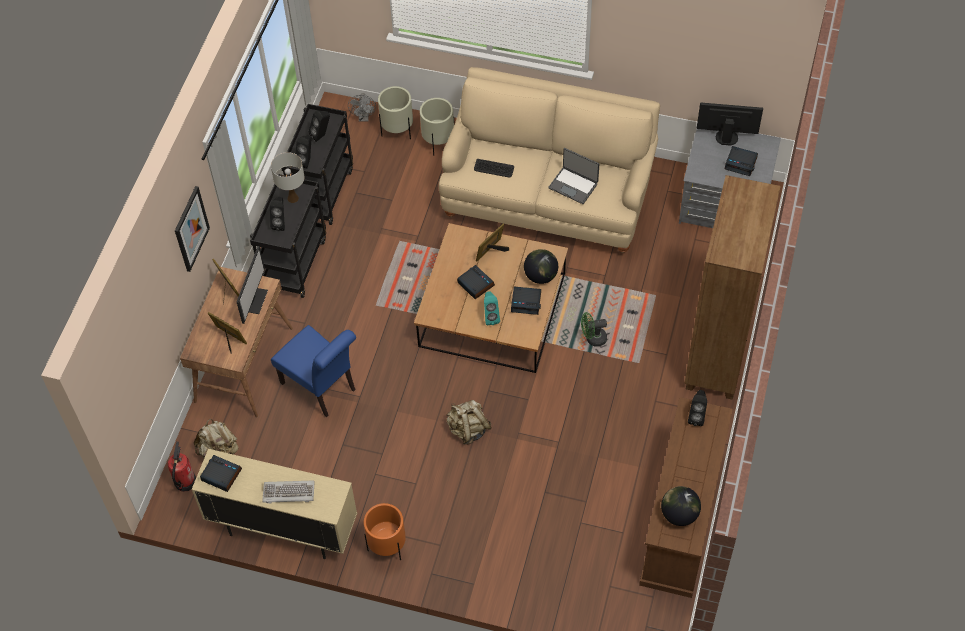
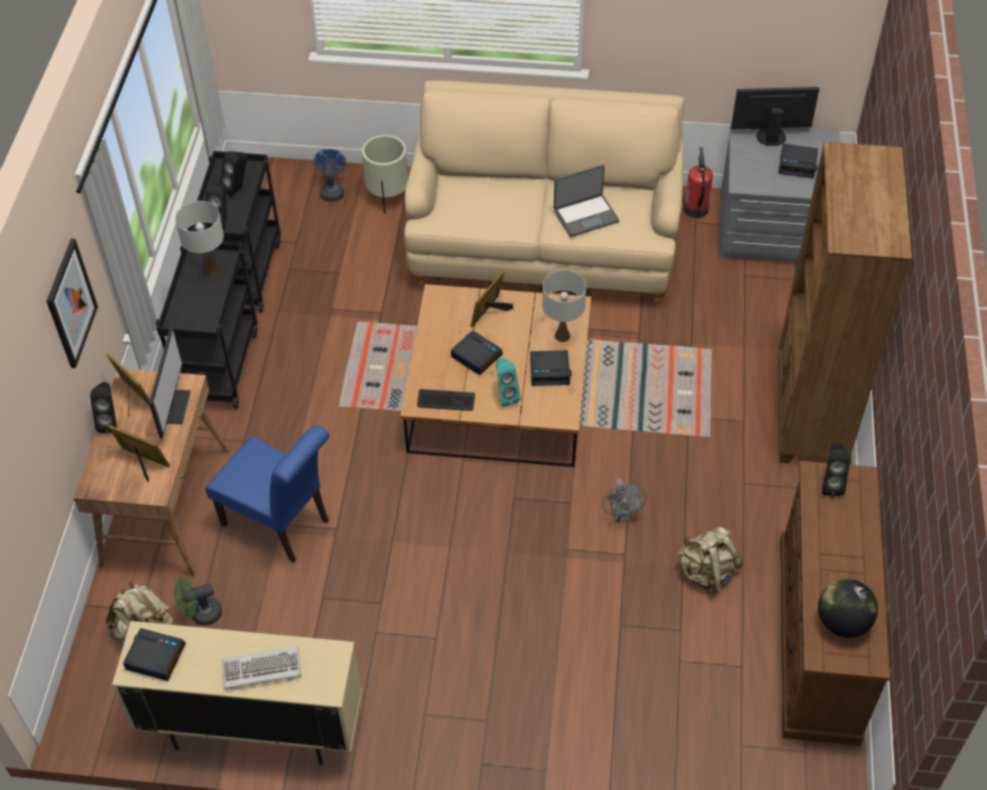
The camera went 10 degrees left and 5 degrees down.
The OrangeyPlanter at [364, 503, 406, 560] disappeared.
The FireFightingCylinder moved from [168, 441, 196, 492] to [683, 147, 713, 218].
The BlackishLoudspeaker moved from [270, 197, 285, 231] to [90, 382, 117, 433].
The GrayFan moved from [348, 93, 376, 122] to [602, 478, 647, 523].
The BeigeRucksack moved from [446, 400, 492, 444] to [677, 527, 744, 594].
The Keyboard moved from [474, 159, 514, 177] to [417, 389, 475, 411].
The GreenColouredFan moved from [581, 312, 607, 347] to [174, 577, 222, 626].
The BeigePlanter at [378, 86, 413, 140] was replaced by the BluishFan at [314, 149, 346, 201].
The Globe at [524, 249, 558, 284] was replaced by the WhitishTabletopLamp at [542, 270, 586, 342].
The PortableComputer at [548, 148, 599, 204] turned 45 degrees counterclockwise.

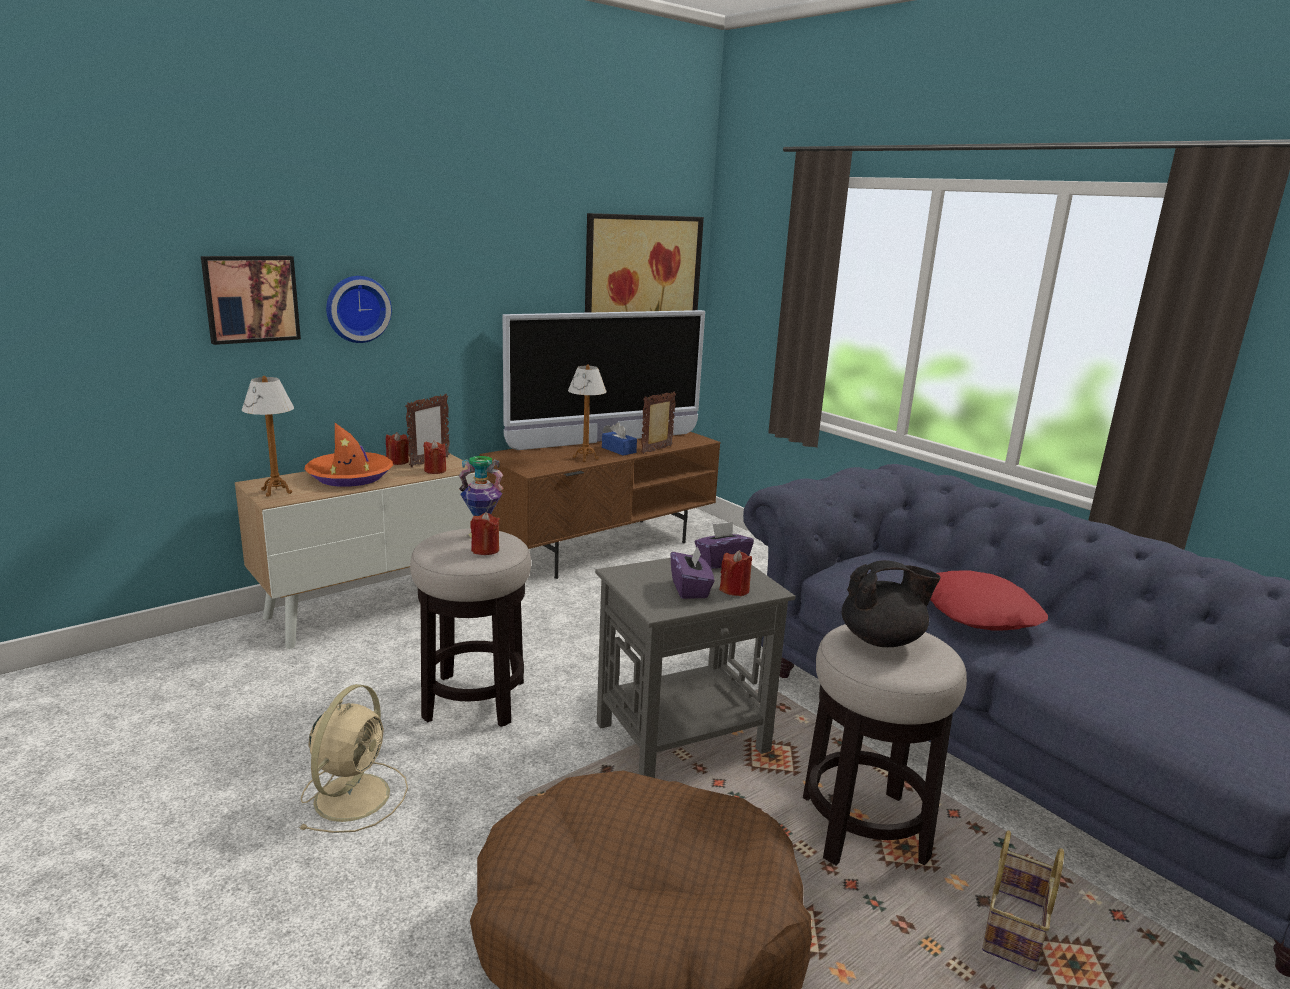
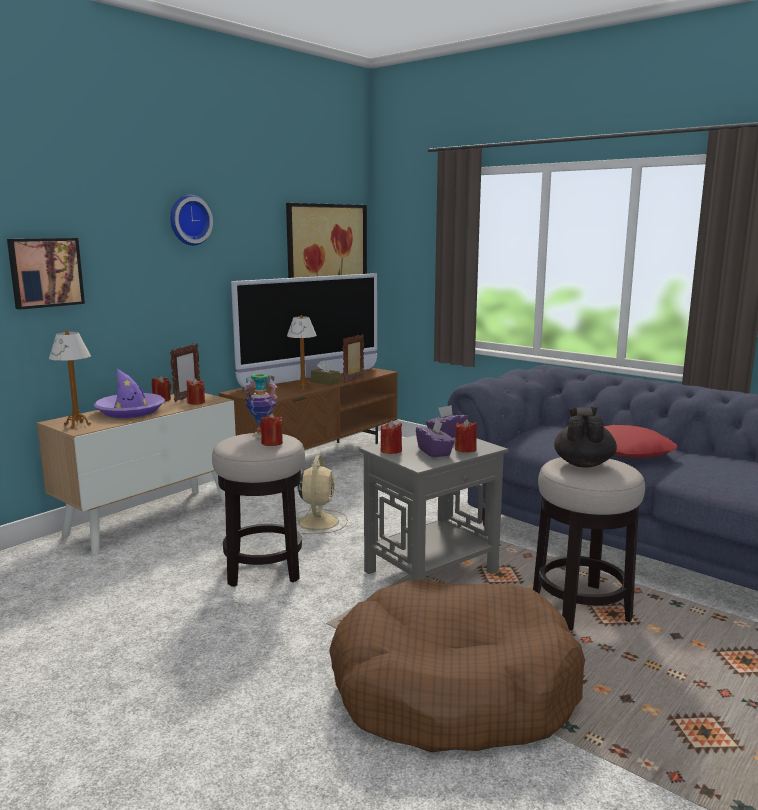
The camera went 10 degrees left and 5 degrees down.
The HouseholdBasket at [982, 831, 1064, 972] disappeared.
The RedCandle at [381, 420, 402, 454] appeared.
The BeigeFan moved from [299, 684, 408, 833] to [296, 455, 348, 535].
The ClockOnTheWall moved from [326, 276, 392, 343] to [170, 195, 213, 246].
The OrangeyClothingHat at [305, 423, 393, 487] became the PurpleClothingHat at [94, 368, 165, 418].
The BluishTissueHolder at [602, 422, 637, 456] became the BrownColouredTissueHolder at [311, 360, 340, 385].
The BlackishPotForTea at [842, 560, 940, 647] turned 60 degrees counterclockwise.

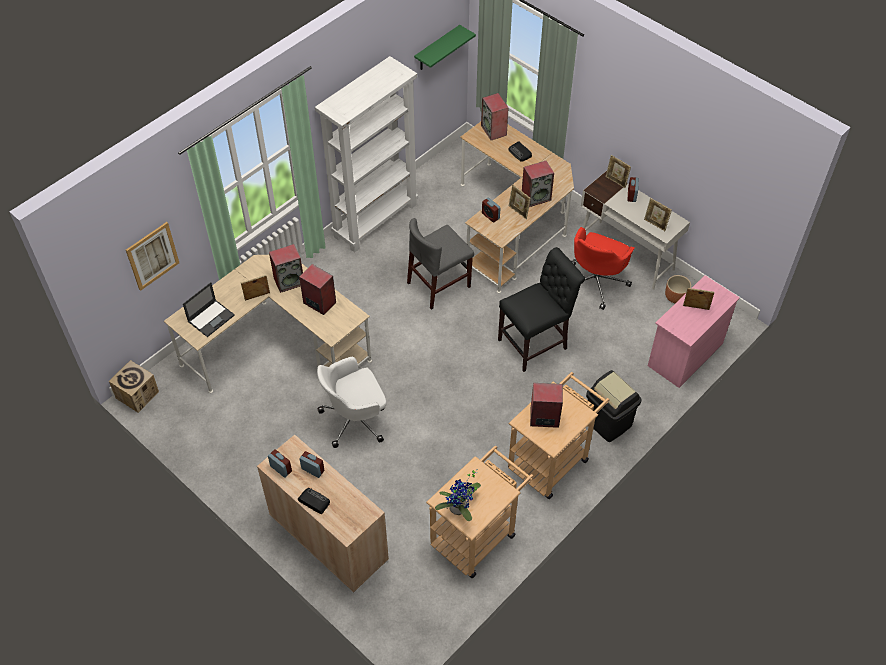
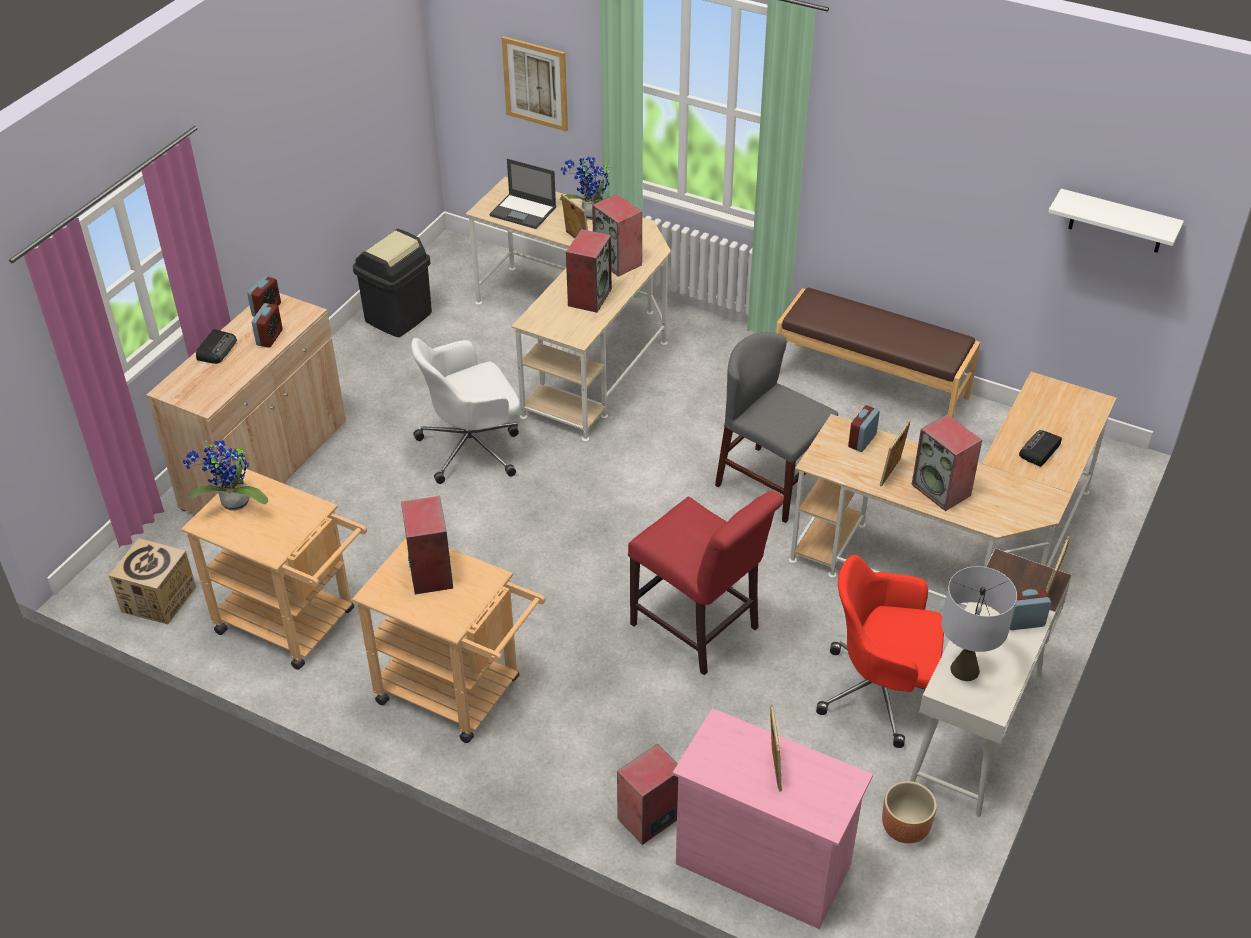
The camera went 75 degrees right and 10 degrees down.
The Houseplant at [560, 156, 611, 220] appeared.
The PackingBox moved from [109, 360, 159, 413] to [109, 538, 196, 624].
The Loudspeaker moved from [481, 93, 509, 140] to [617, 743, 678, 845].
The BlackishTrashCan moved from [586, 370, 641, 442] to [353, 229, 432, 337].
The WhitishBookshelf at [315, 56, 418, 252] was replaced by the BrownColouredIndoorBench at [776, 287, 980, 418].
The StandingFrame at [644, 198, 672, 231] was replaced by the GrayTabletopLamp at [941, 566, 1017, 681].
The GreenColouredWallShelf at [414, 25, 476, 70] became the WhitishWallShelf at [1048, 188, 1184, 253].
The BlackishPlainChair at [498, 247, 585, 372] became the RedPlainChair at [628, 491, 784, 675].
The WhitishOfficeChair at [317, 357, 387, 448] turned 75 degrees counterclockwise.

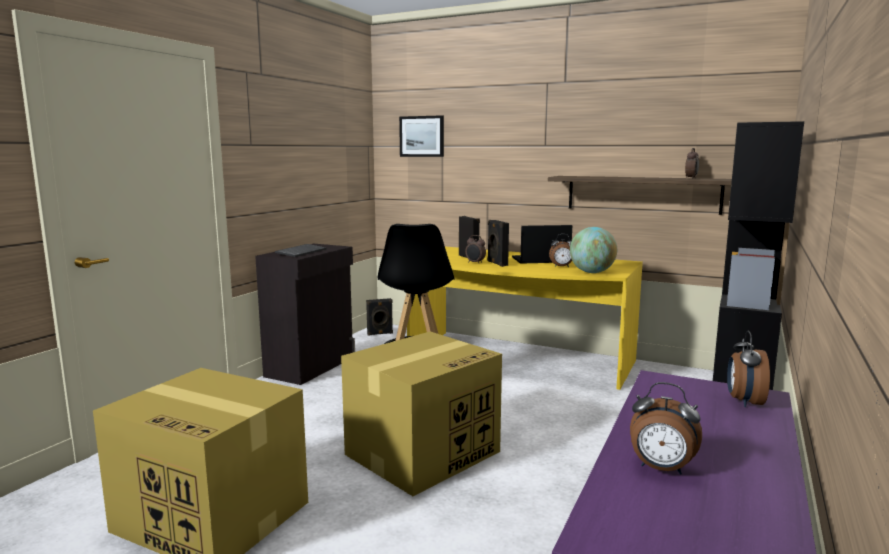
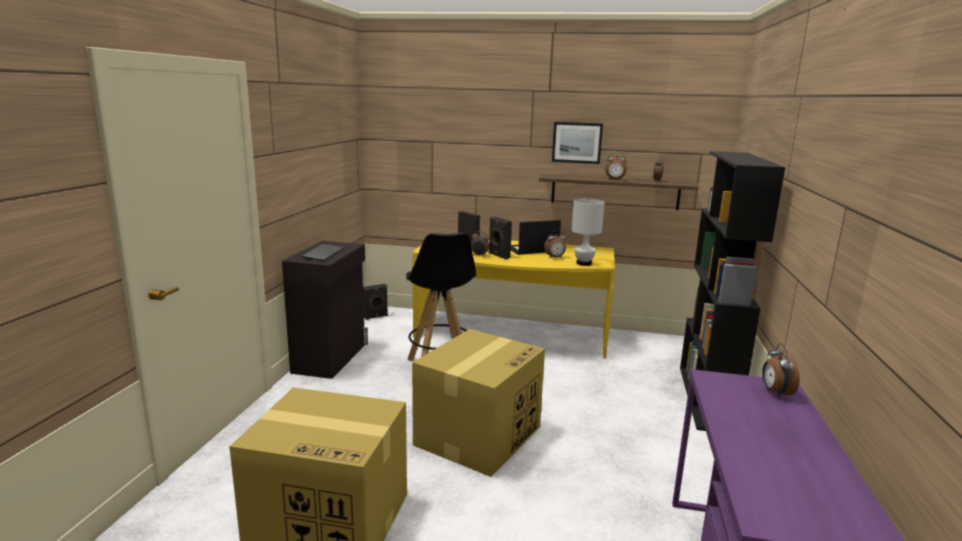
The camera went 15 degrees left and 5 degrees up.
The Picture moved from [399, 115, 444, 157] to [552, 122, 603, 164].
The TableClock moved from [630, 382, 702, 475] to [605, 151, 627, 180].
The Globe at [570, 227, 617, 273] was replaced by the WhitishTabletopLamp at [572, 199, 605, 266].

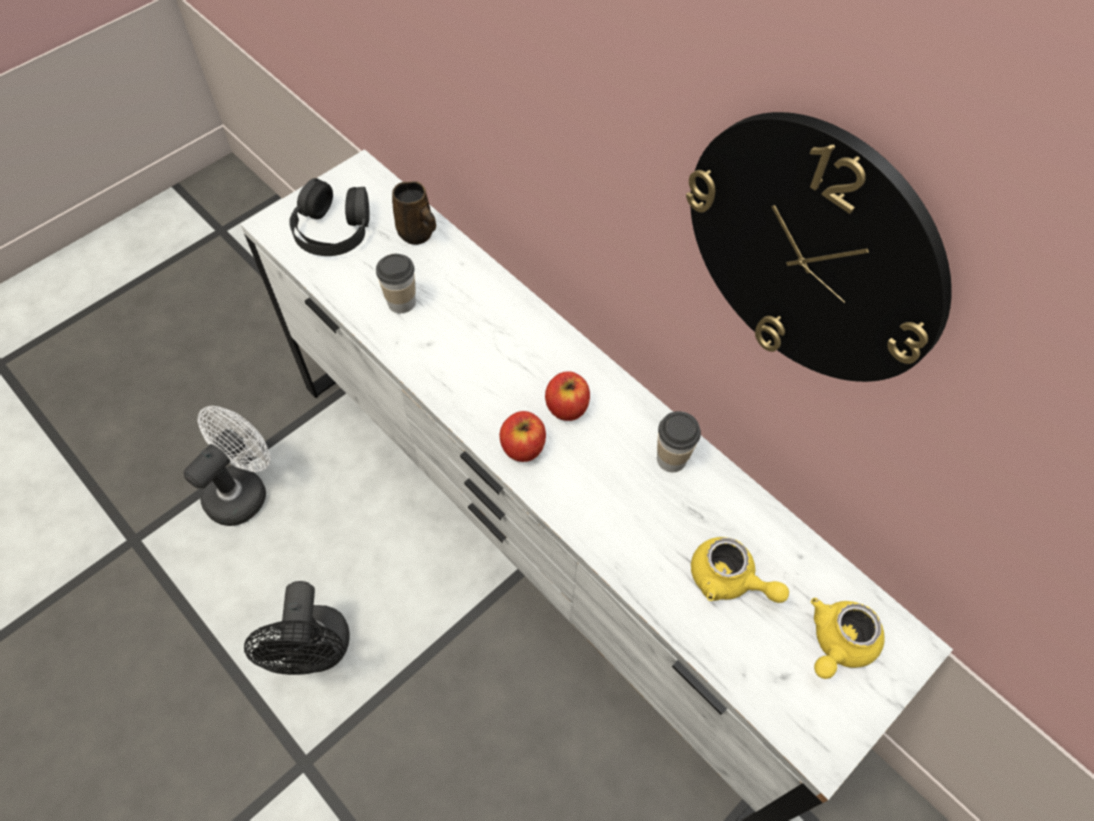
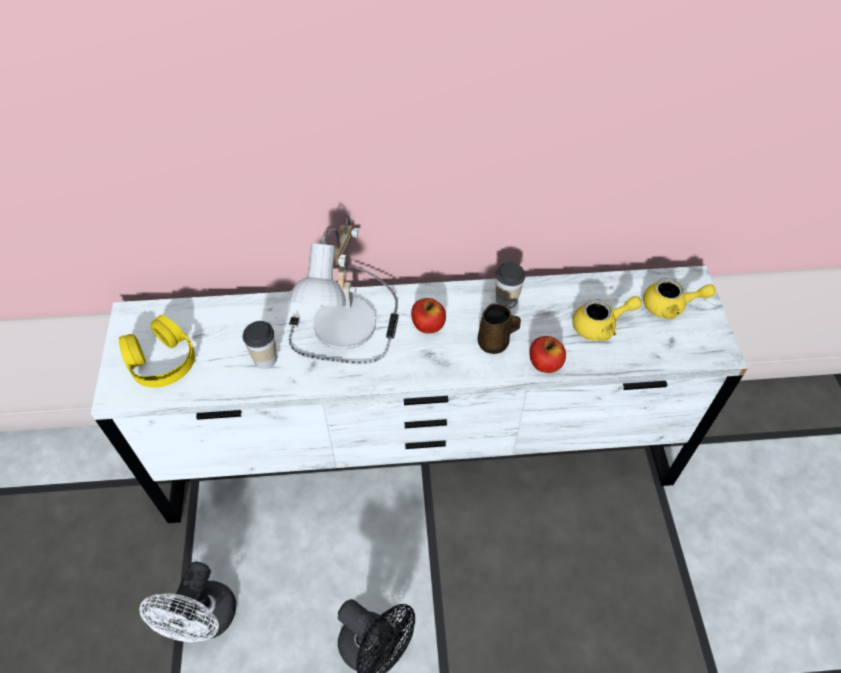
The camera went 50 degrees left and 5 degrees down.
The ClockOnTheWall at [686, 112, 952, 382] disappeared.
The TabletopLamp at [289, 215, 399, 364] appeared.
The BrownColouredTeaMug moved from [392, 181, 436, 245] to [478, 303, 521, 354].
The WholeApple moved from [499, 411, 546, 462] to [530, 336, 566, 373].
The BlackishPairOfHeadphones at [289, 178, 370, 256] became the YellowPairOfHeadphones at [119, 315, 195, 388].
The WhitishFan at [183, 406, 270, 526] turned 150 degrees counterclockwise.
The YellowPotForTea at [811, 598, 885, 679] turned 75 degrees counterclockwise.

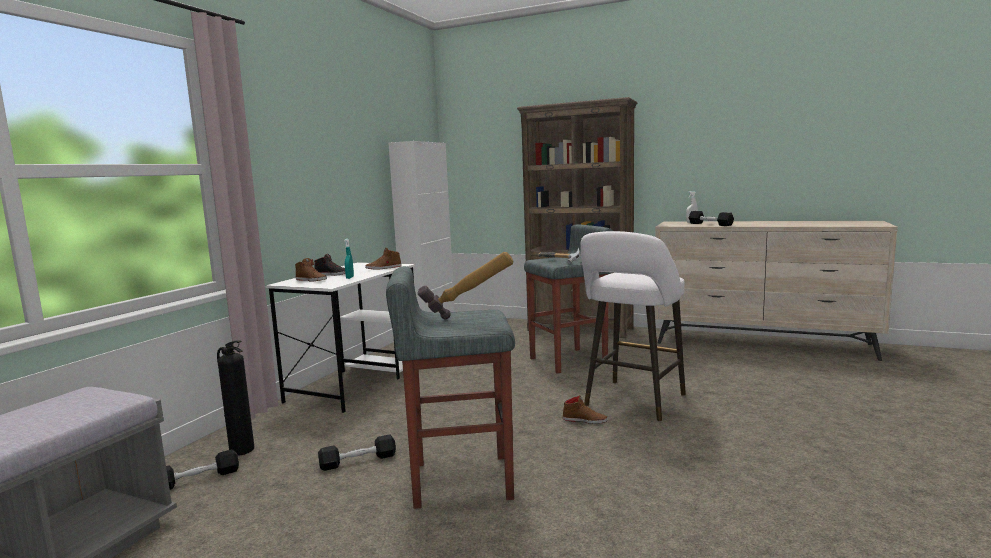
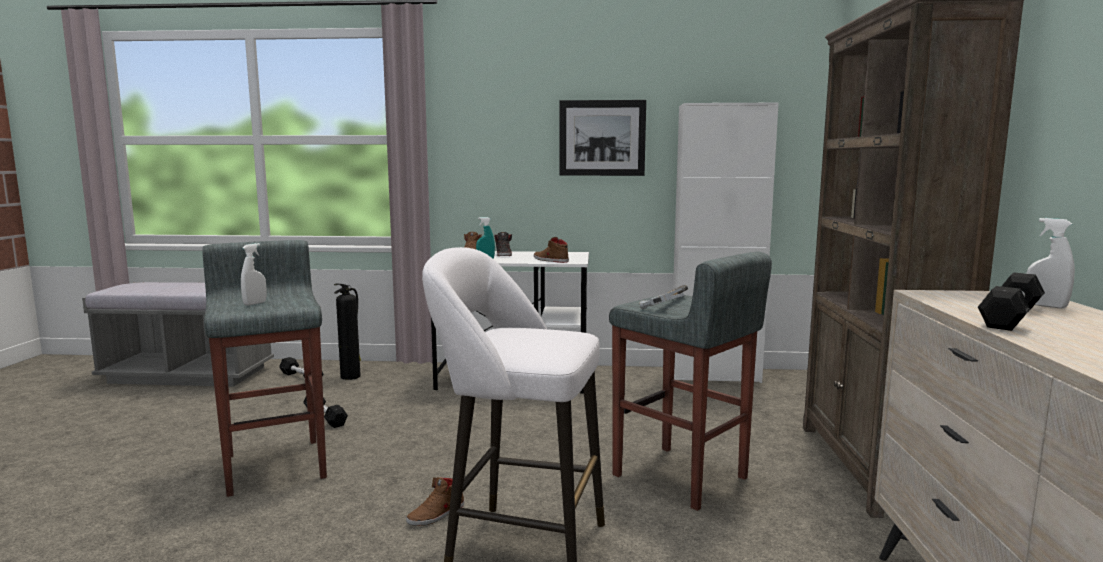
The camera went 70 degrees right and 0 degrees up.
The Picture at [559, 100, 646, 176] appeared.
The ToolHammer at [418, 252, 513, 319] was replaced by the WhitishSprayBottle at [241, 243, 266, 306].
The BrownColouredLowShoe at [562, 395, 608, 424] turned 45 degrees clockwise.

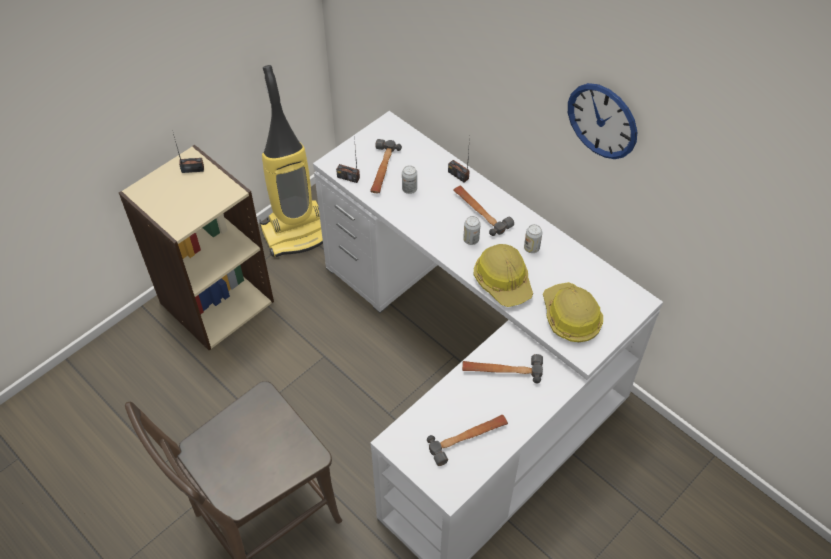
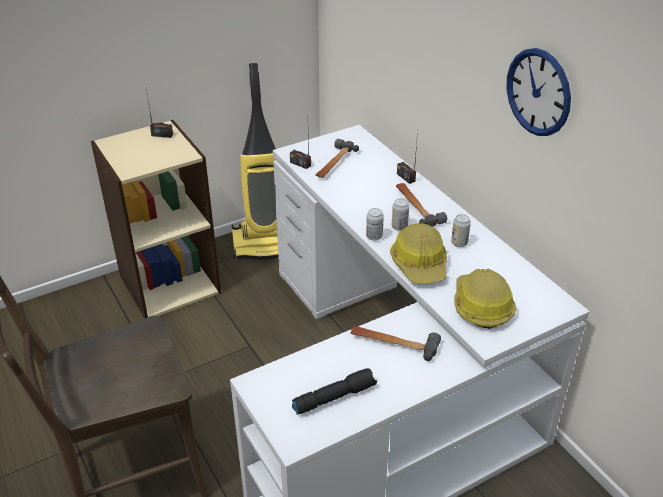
The camera went 15 degrees right and 15 degrees down.
The SealedCan moved from [402, 165, 417, 194] to [366, 208, 384, 241].
The ToolHammer at [427, 415, 508, 466] was replaced by the BlackishFlashlight at [292, 368, 377, 415].

